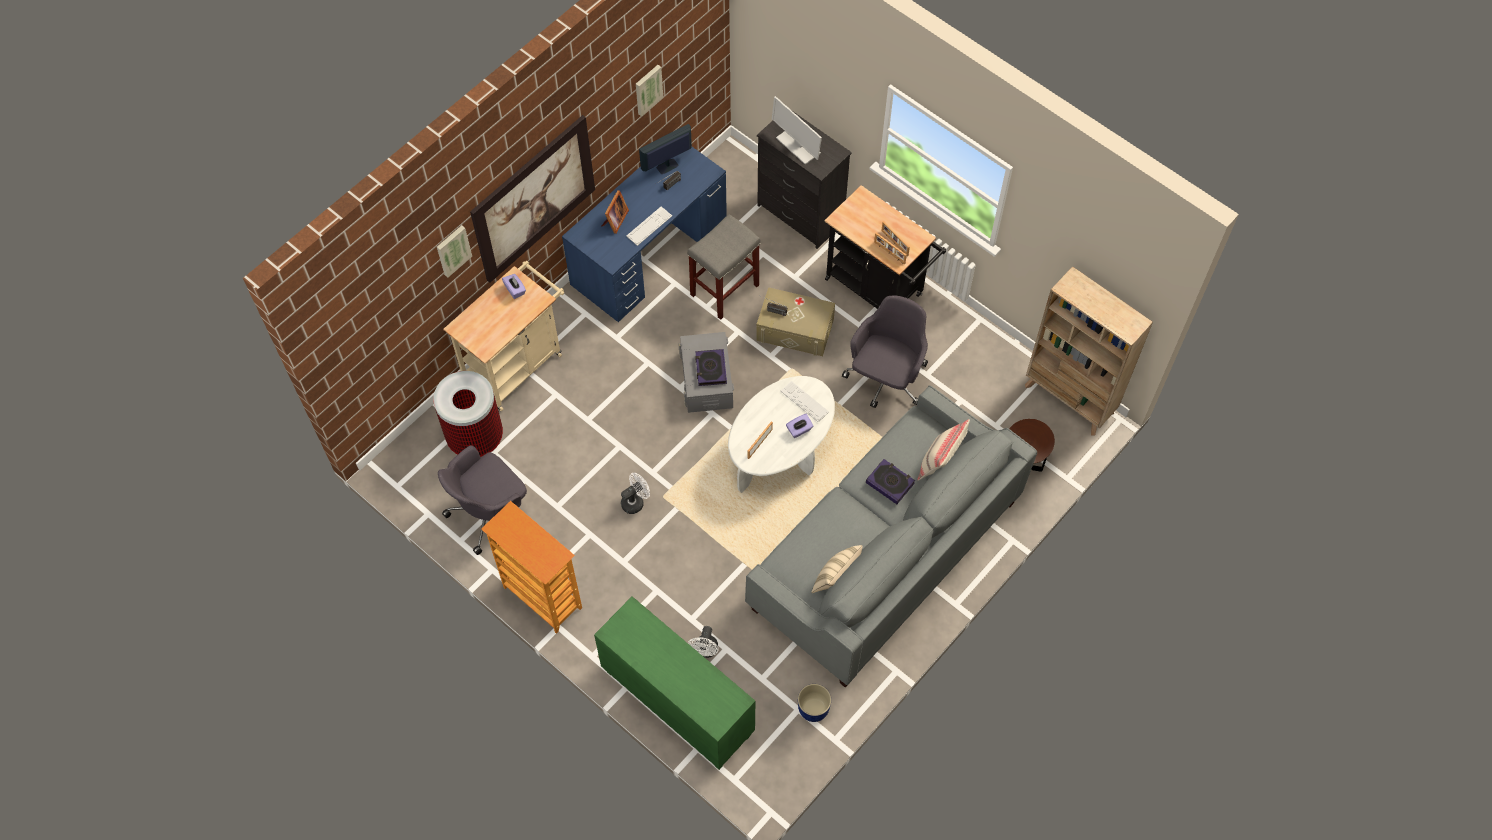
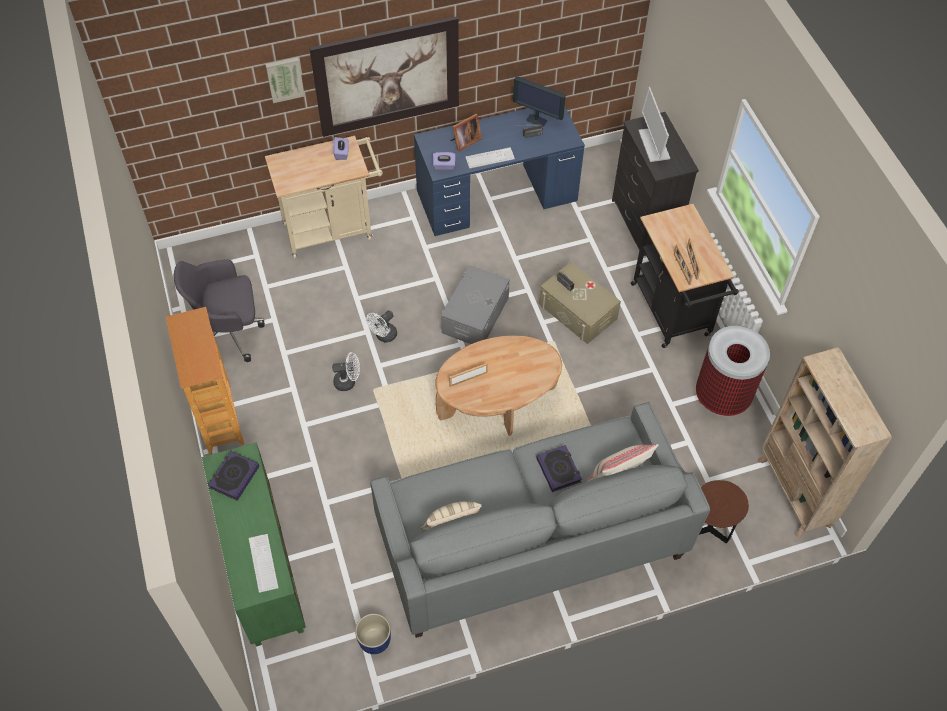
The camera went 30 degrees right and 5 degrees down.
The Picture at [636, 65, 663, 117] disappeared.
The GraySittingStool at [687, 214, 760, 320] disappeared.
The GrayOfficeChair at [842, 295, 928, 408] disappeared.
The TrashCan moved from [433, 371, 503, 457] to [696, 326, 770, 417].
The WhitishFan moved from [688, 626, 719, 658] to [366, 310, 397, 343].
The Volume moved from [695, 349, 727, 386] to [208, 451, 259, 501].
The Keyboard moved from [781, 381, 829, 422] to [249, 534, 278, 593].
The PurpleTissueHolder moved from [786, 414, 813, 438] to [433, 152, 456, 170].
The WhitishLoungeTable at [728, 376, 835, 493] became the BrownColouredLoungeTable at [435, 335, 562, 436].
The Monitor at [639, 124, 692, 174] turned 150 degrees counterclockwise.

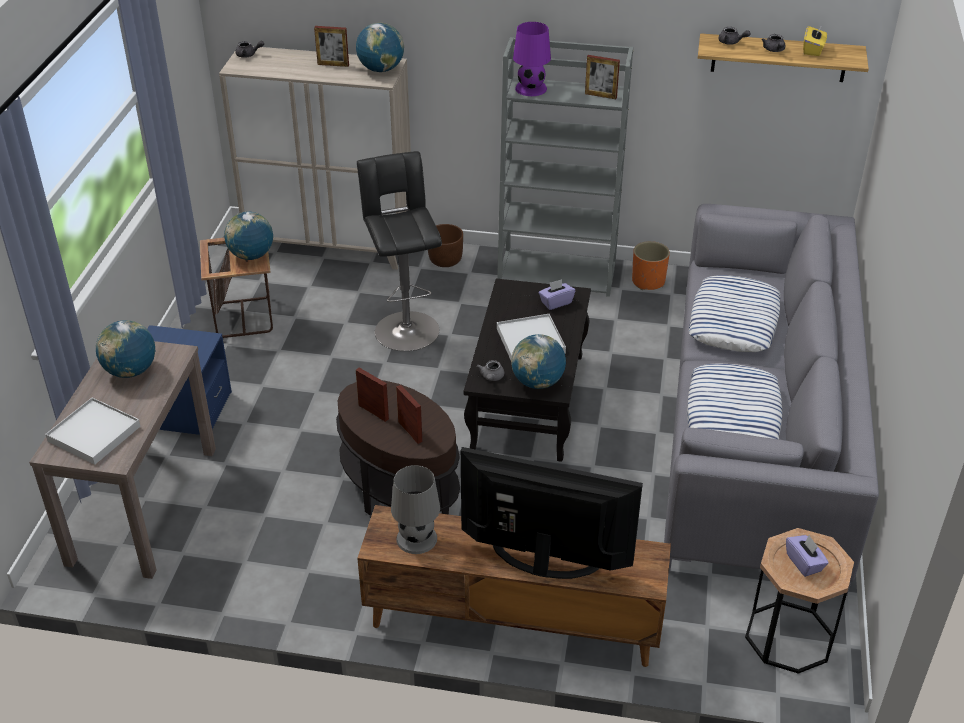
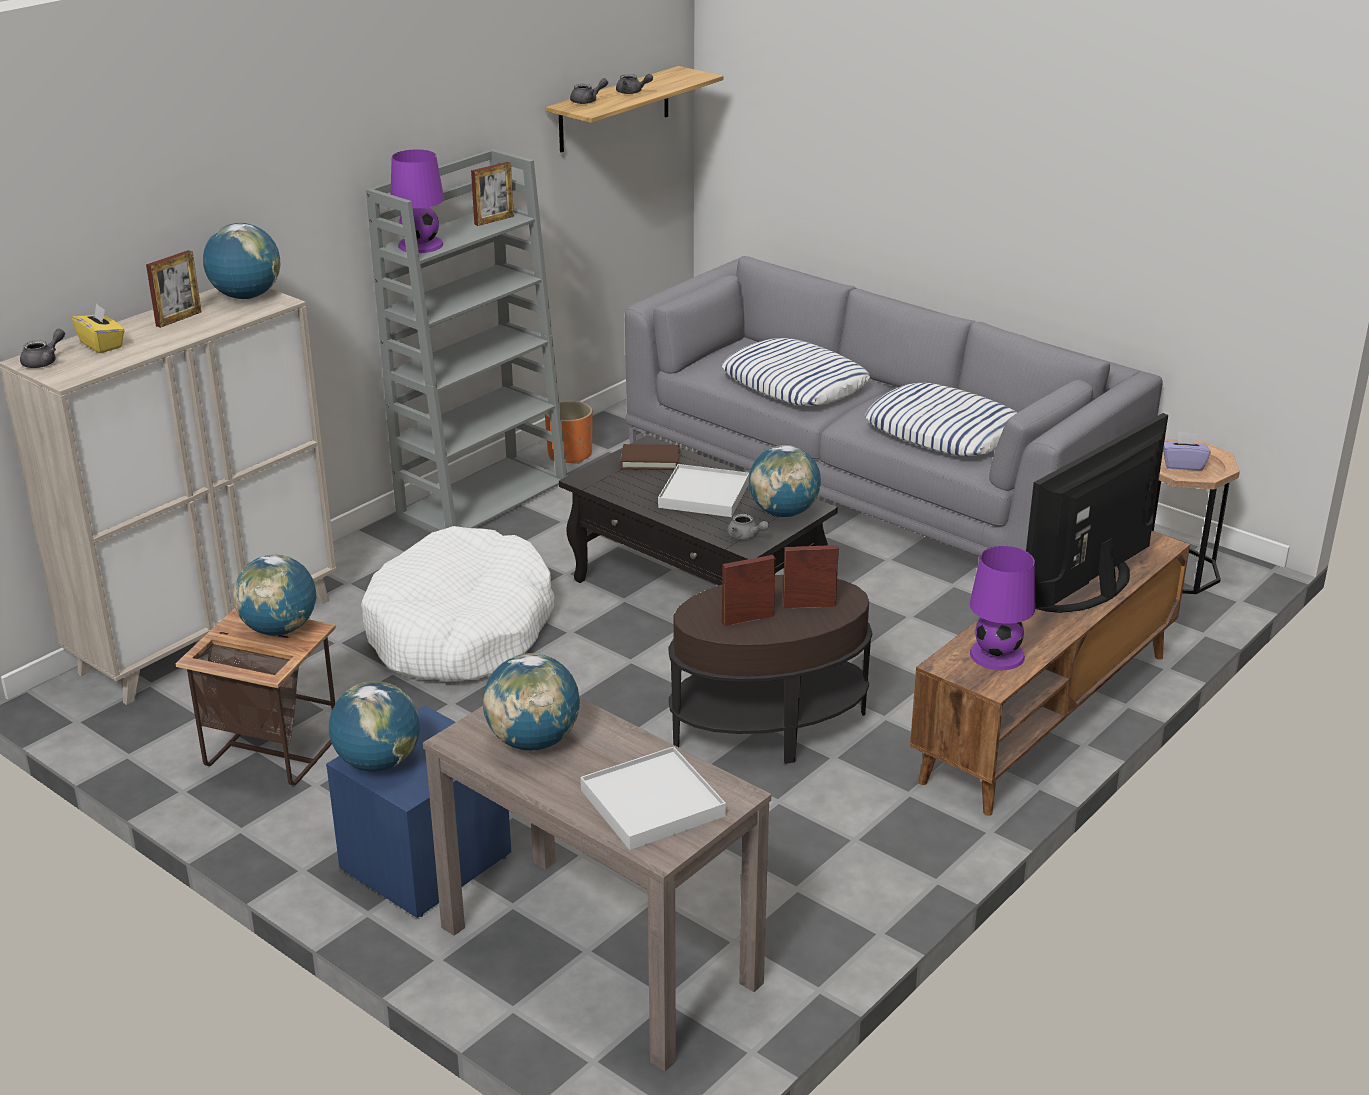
The camera went 60 degrees left and 10 degrees down.
The BrownColouredPlanter at [428, 224, 463, 267] disappeared.
The Globe at [329, 681, 420, 772] appeared.
The YellowTissueHolder moved from [803, 26, 827, 56] to [72, 304, 125, 353].
The BlackishSittingStool at [357, 151, 442, 351] was replaced by the WhitishPetBed at [361, 526, 555, 682].
The PurpleTissueHolder at [539, 279, 575, 310] was replaced by the BrownColouredVolume at [621, 444, 679, 470].
The GrayTabletopLamp at [391, 465, 440, 554] became the PurpleTabletopLamp at [970, 546, 1035, 670].

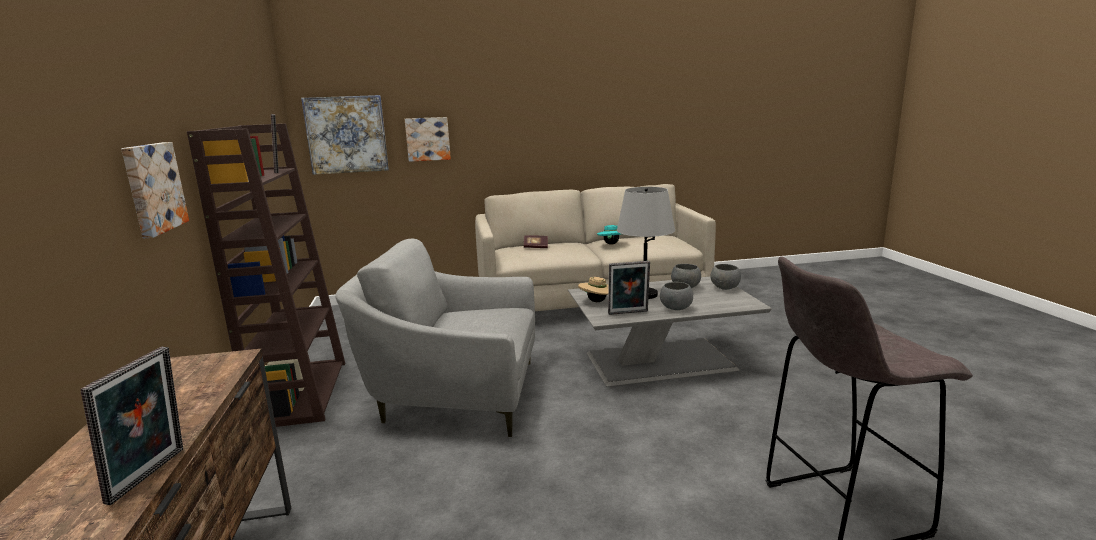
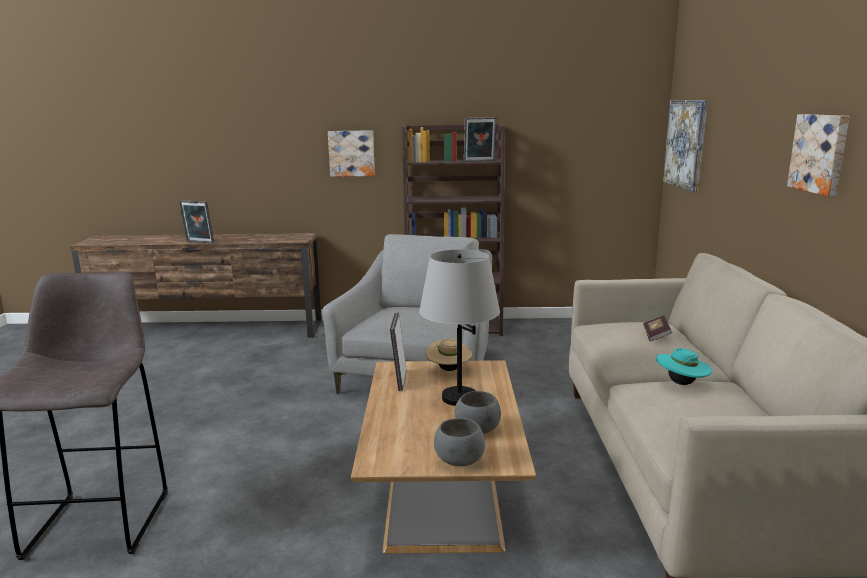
The camera went 100 degrees right and 0 degrees up.
The GrayDeepDish at [660, 282, 693, 310] disappeared.
The Picture moved from [405, 117, 451, 162] to [787, 114, 849, 196].
The GrayLoungeTable at [568, 277, 772, 387] became the BrownColouredLoungeTable at [351, 360, 536, 553].

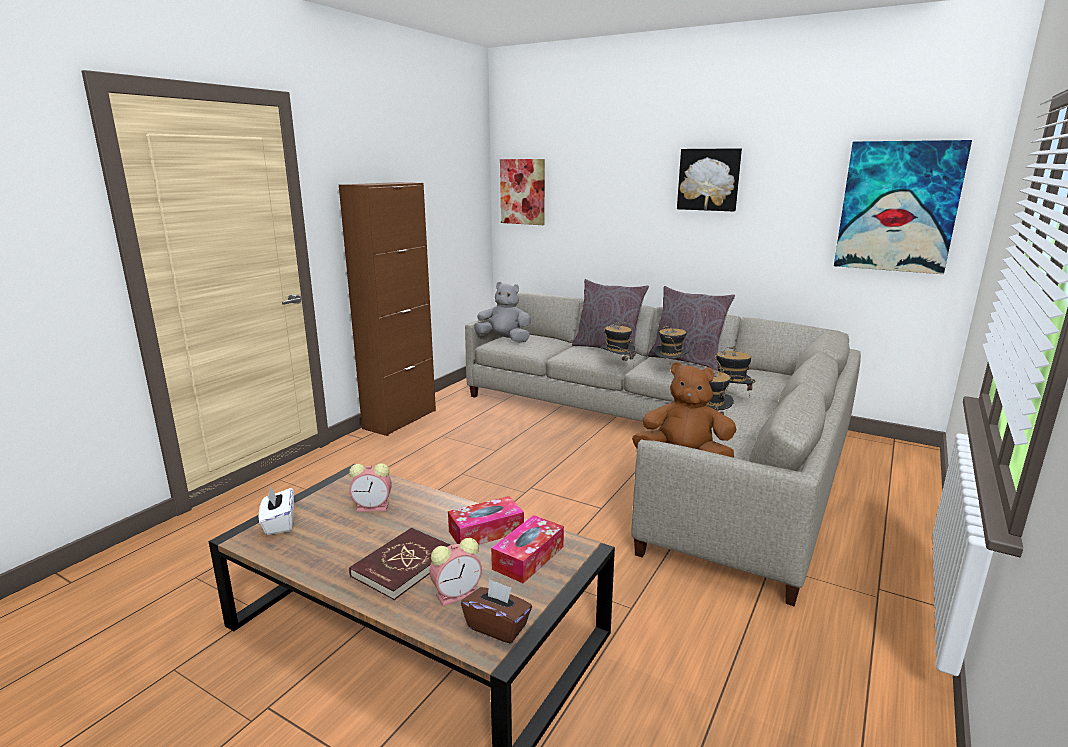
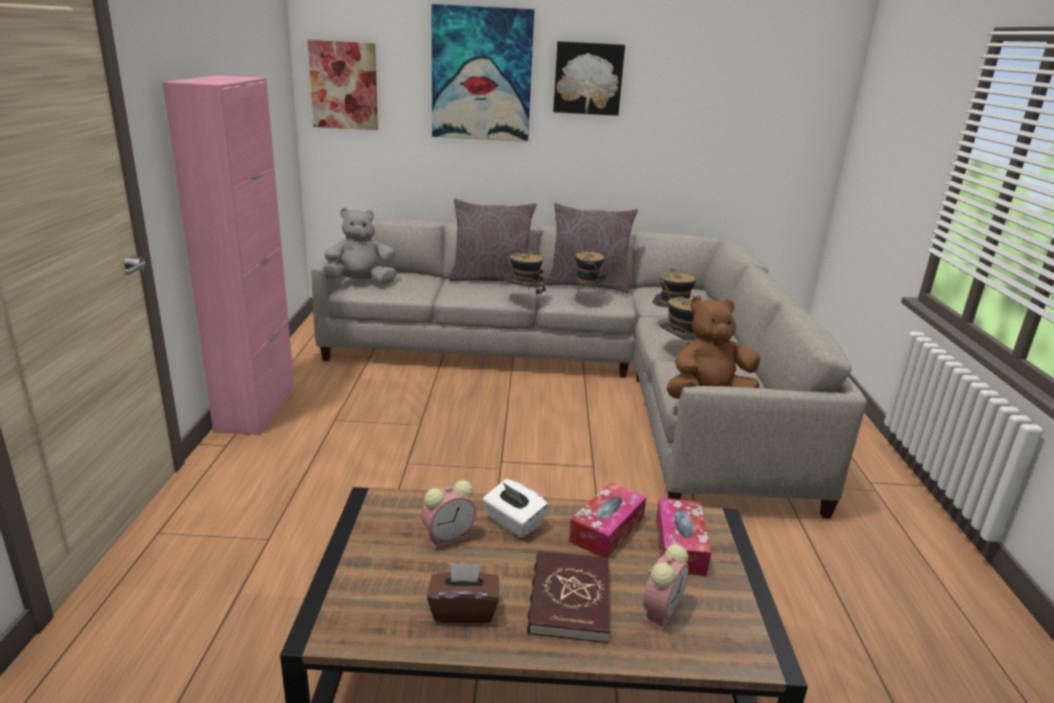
The camera went 30 degrees left and 5 degrees up.
The WhitishTissueHolder moved from [259, 486, 294, 535] to [483, 479, 548, 538].
The BrownColouredTissueHolder moved from [461, 579, 532, 644] to [427, 562, 499, 623].
The Picture moved from [834, 140, 972, 274] to [432, 4, 534, 142].
The BrownColouredCabinet at [339, 182, 436, 436] became the PinkishCabinet at [162, 75, 294, 435].

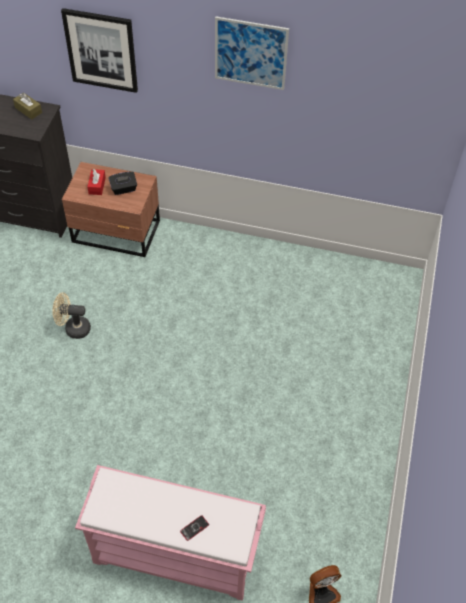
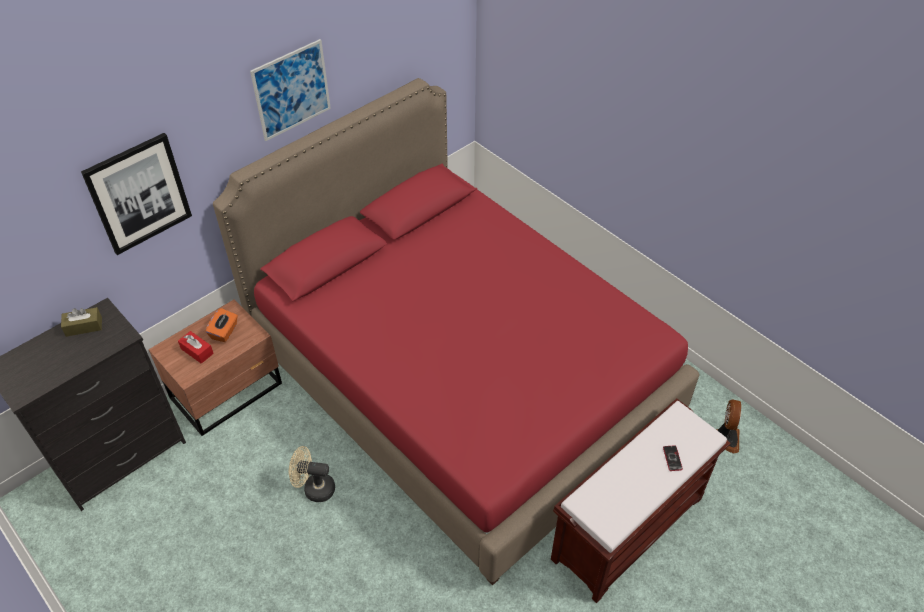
The camera went 55 degrees left and 5 degrees down.
The RedSleepingBed at [213, 78, 699, 585] appeared.
The PinkishIndoorBench at [75, 465, 266, 601] became the BrownColouredIndoorBench at [551, 398, 730, 603].
The BlackishTissueHolder at [108, 172, 137, 195] became the OrangeyTissueHolder at [206, 308, 238, 342].
The BeigeFan at [52, 293, 91, 339] turned 60 degrees clockwise.

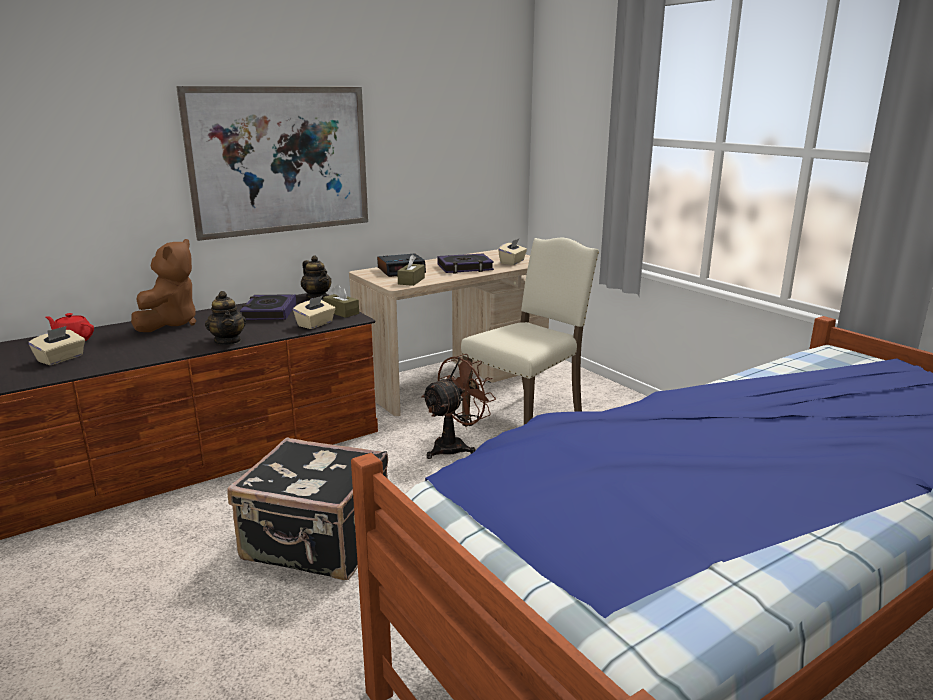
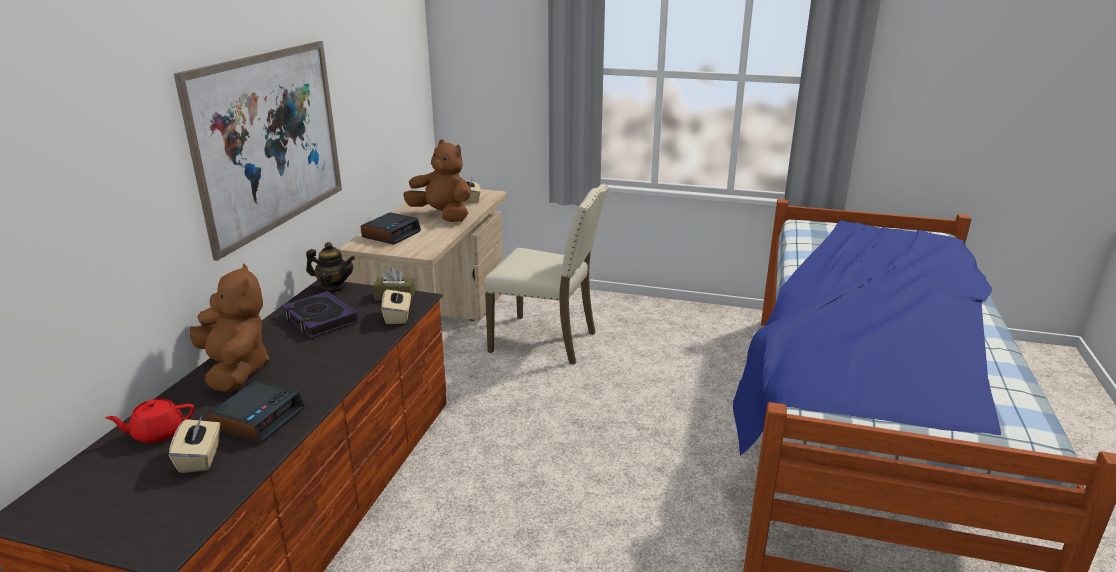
The camera went 40 degrees left and 5 degrees up.
The PotForTea at [205, 291, 246, 345] disappeared.
The BlackishTravelCase at [228, 437, 388, 580] disappeared.
The BrownColouredTissueHolder at [397, 254, 425, 286] disappeared.
The BrownColouredFan at [421, 354, 496, 459] disappeared.
The TableClock at [207, 380, 305, 443] appeared.
The Volume at [437, 254, 494, 273] was replaced by the BrownColouredSoftToy at [403, 139, 471, 222].
The BeigePlainChair at [461, 237, 599, 424] turned 105 degrees clockwise.

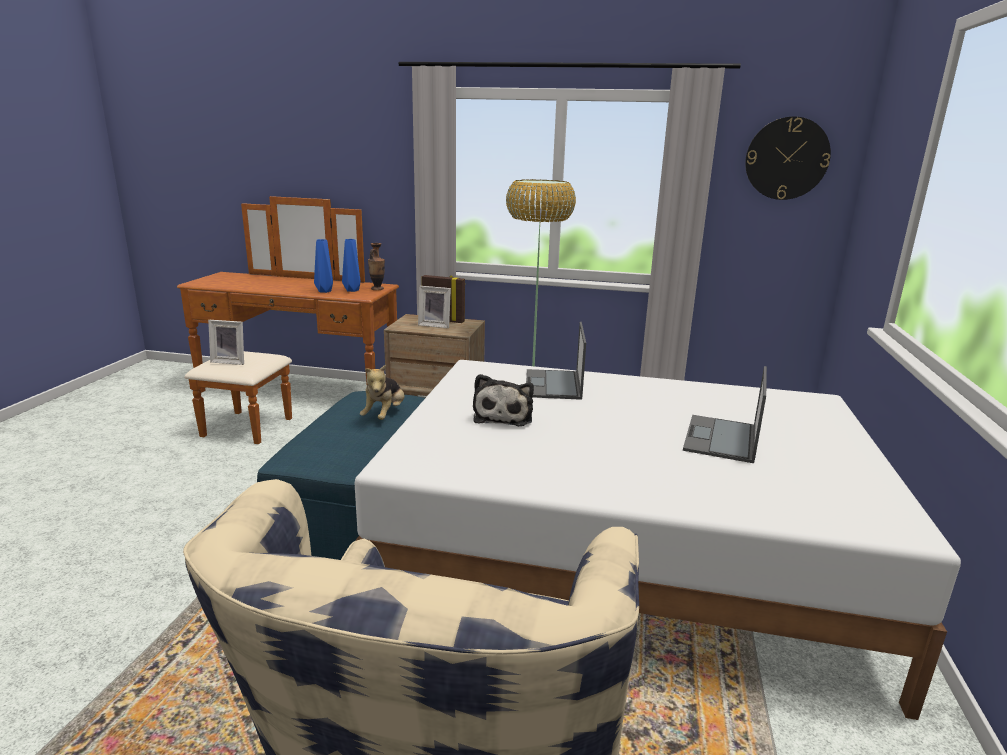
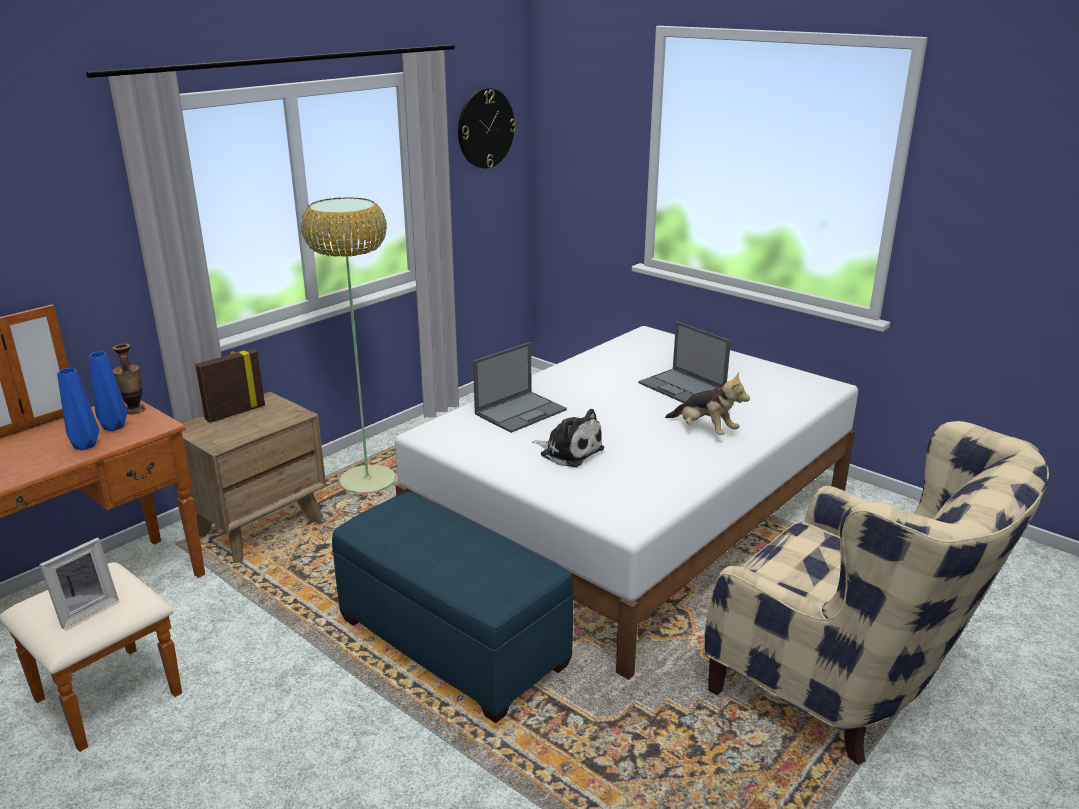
The camera went 60 degrees left and 5 degrees up.
The StandingFrame at [418, 286, 451, 328] disappeared.
The SoftToy moved from [360, 364, 404, 420] to [665, 372, 750, 435].
The PortableComputer at [526, 322, 586, 400] turned 75 degrees counterclockwise.

